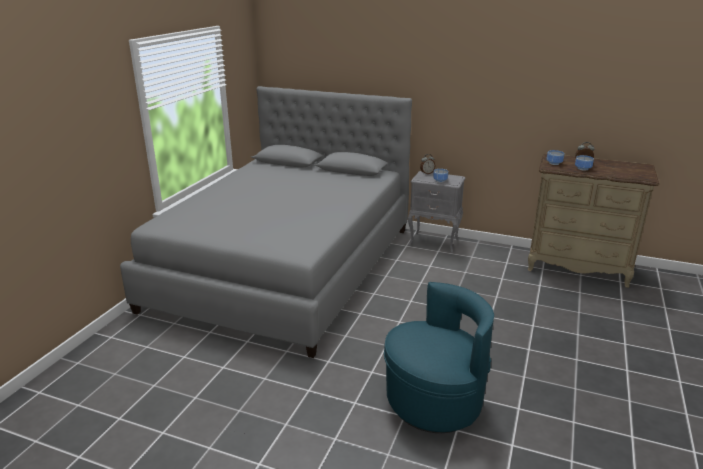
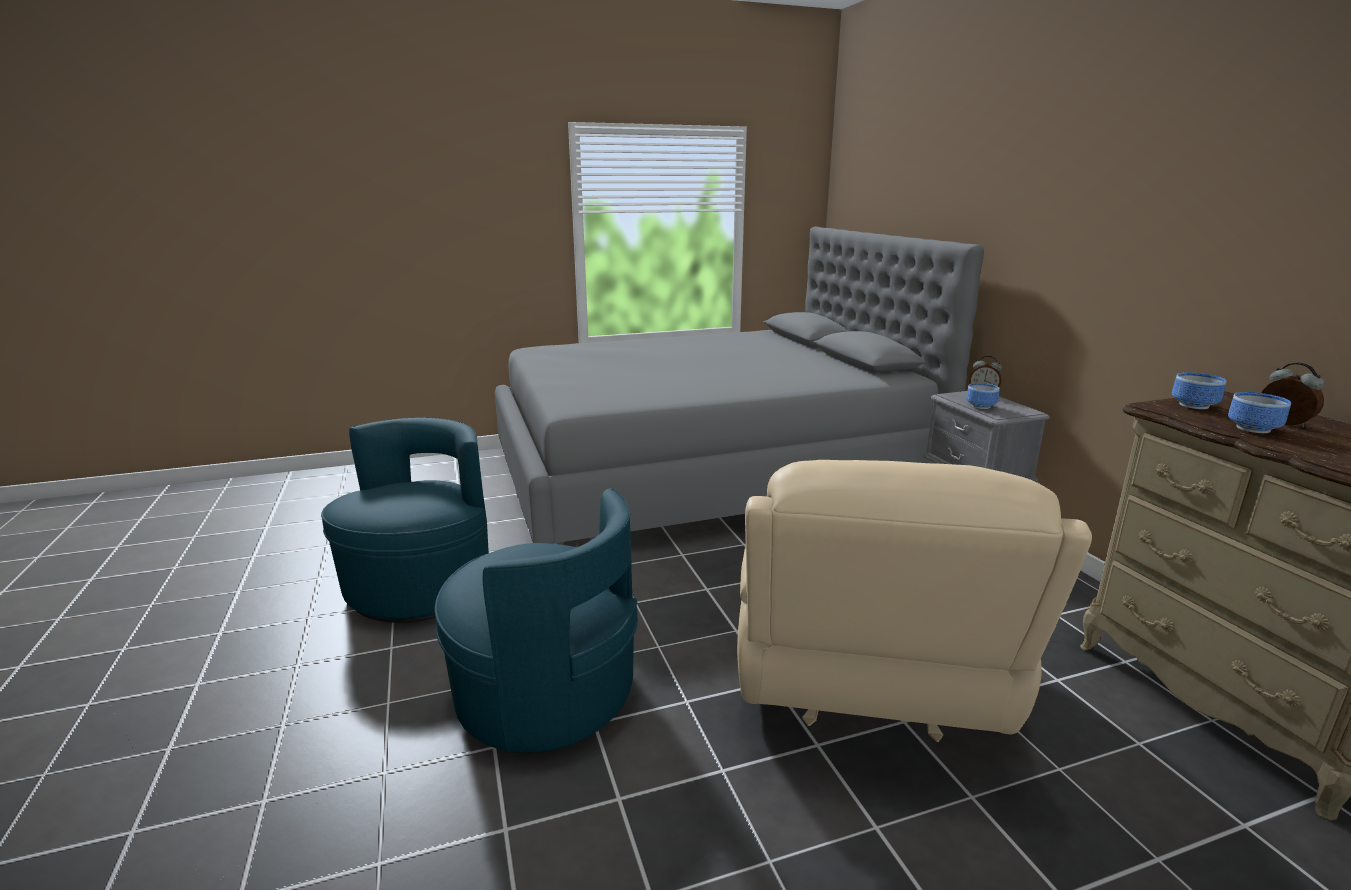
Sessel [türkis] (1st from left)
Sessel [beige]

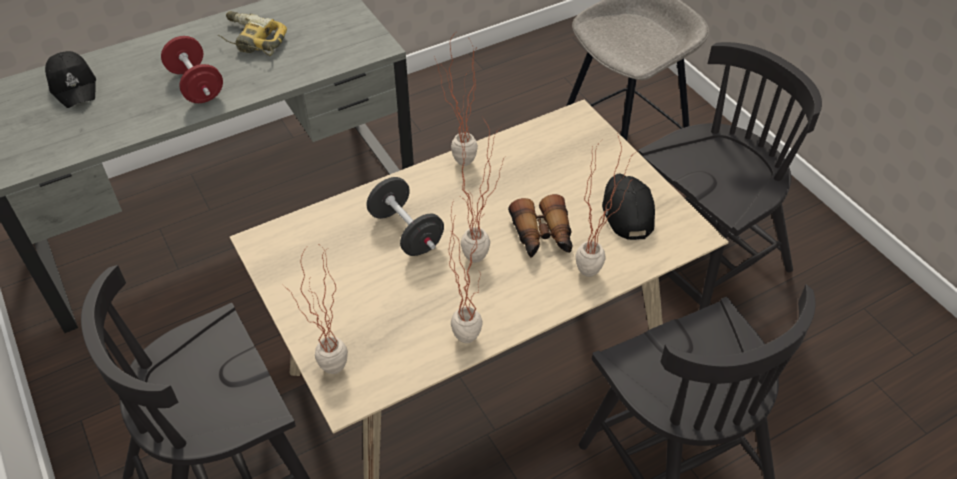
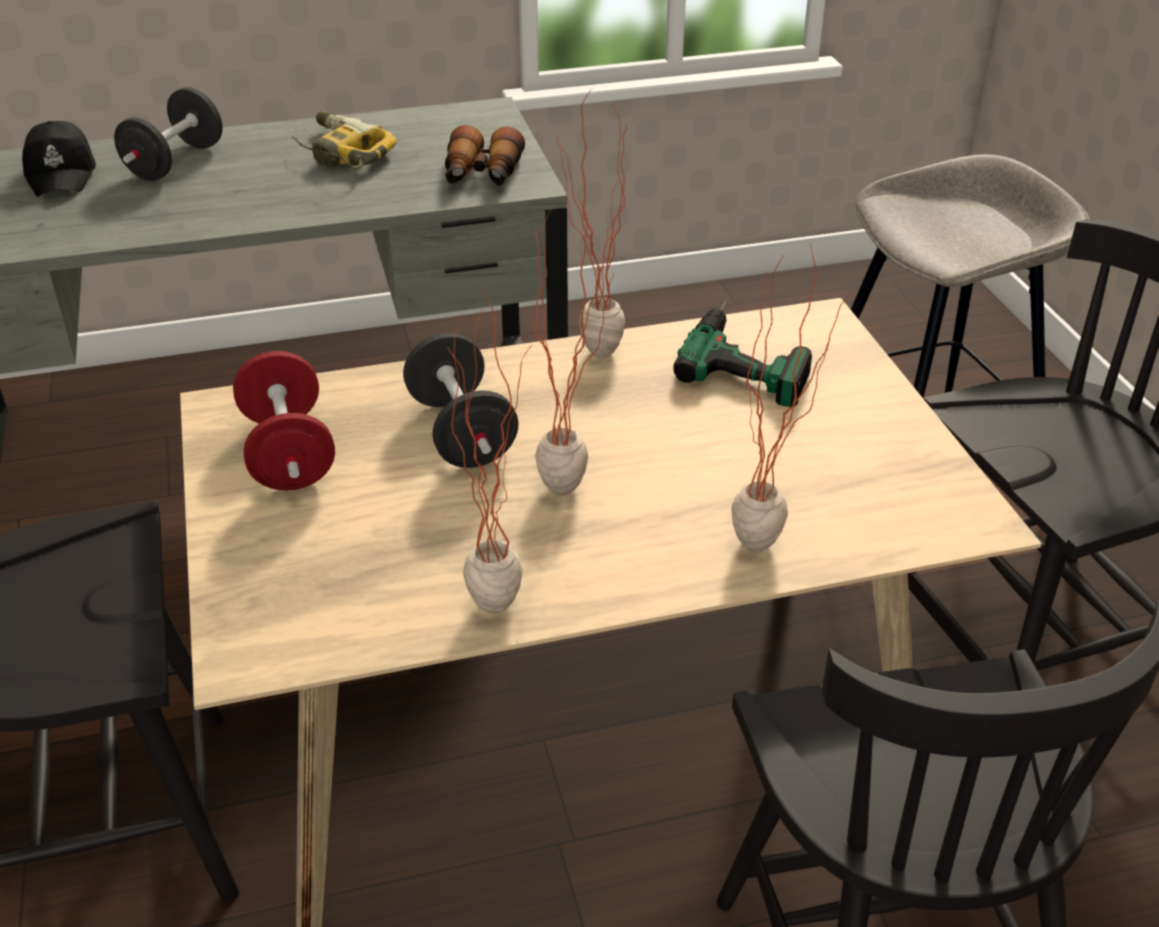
Hantel [schwarz] (1st from left)
Hantel [rot]
Fernglas
Bohrmaschine (2nd from left)
Topfpflanze (1st from left in the first image)
Kappe [schwarz] (2nd from left in the first image)

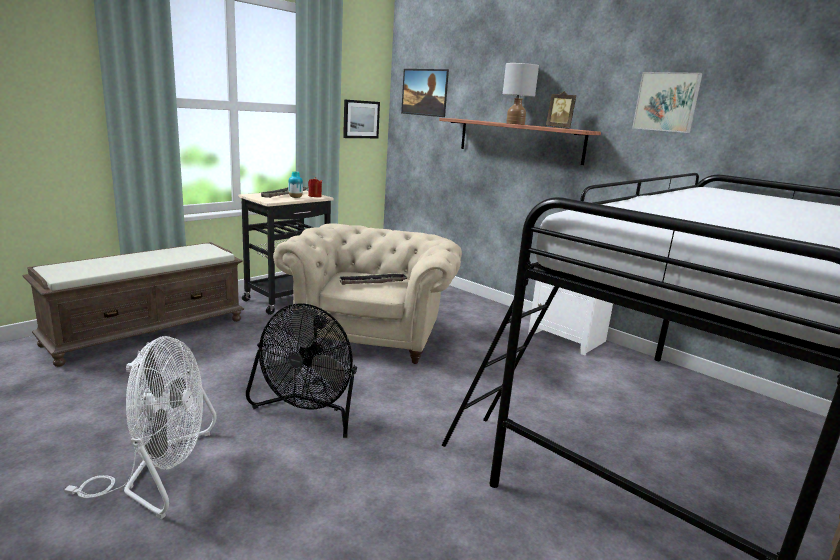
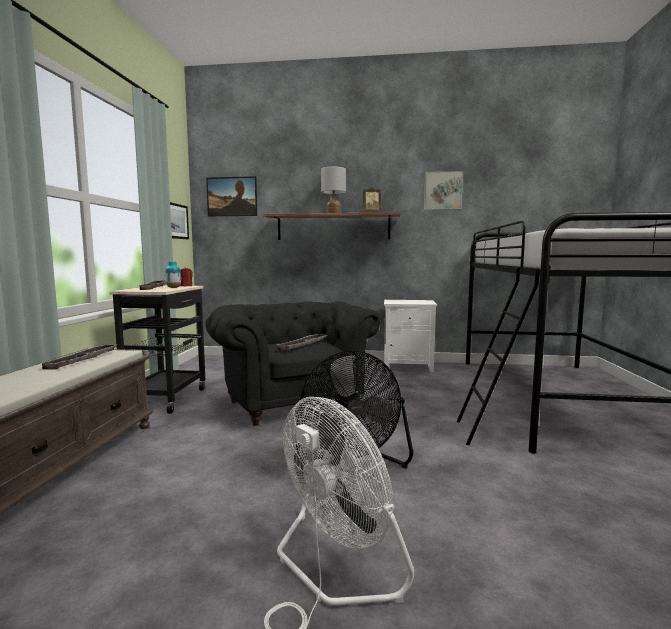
Tablett (1st from left)
Sessel [schwarz]

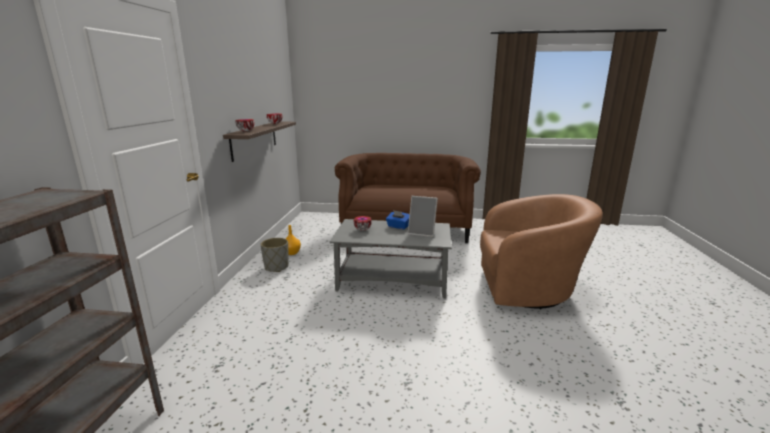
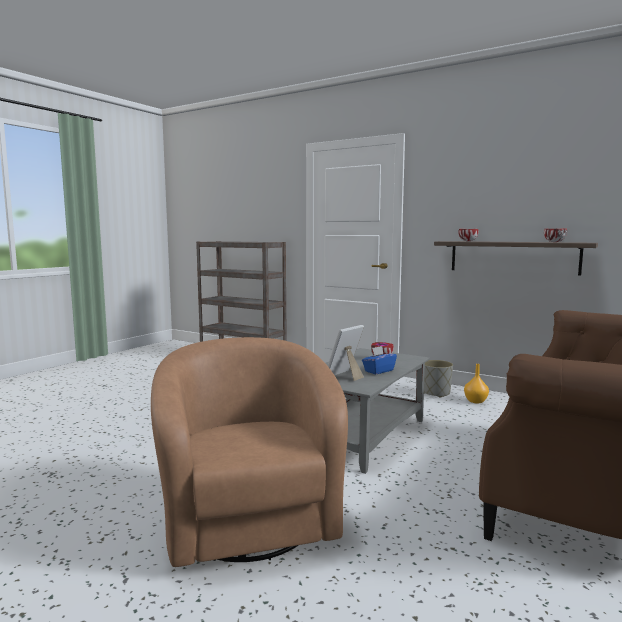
Sessel [braun]

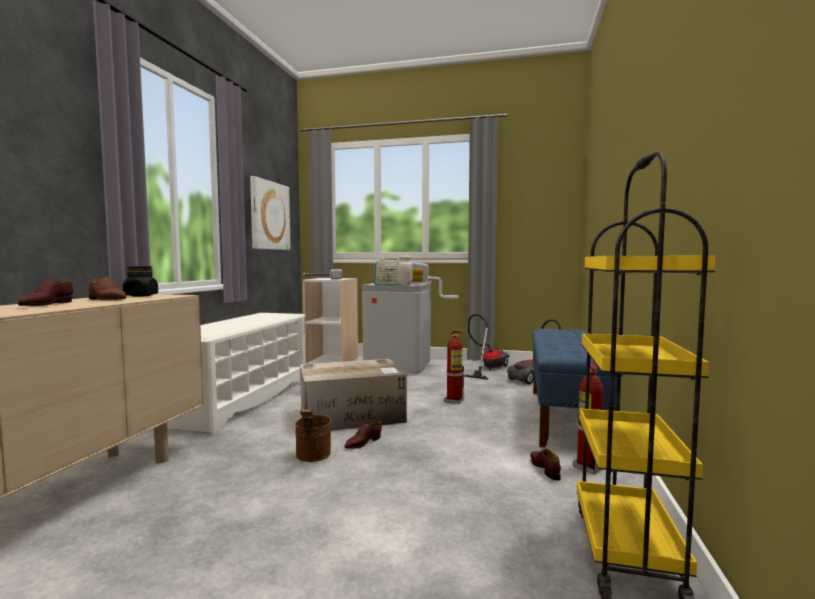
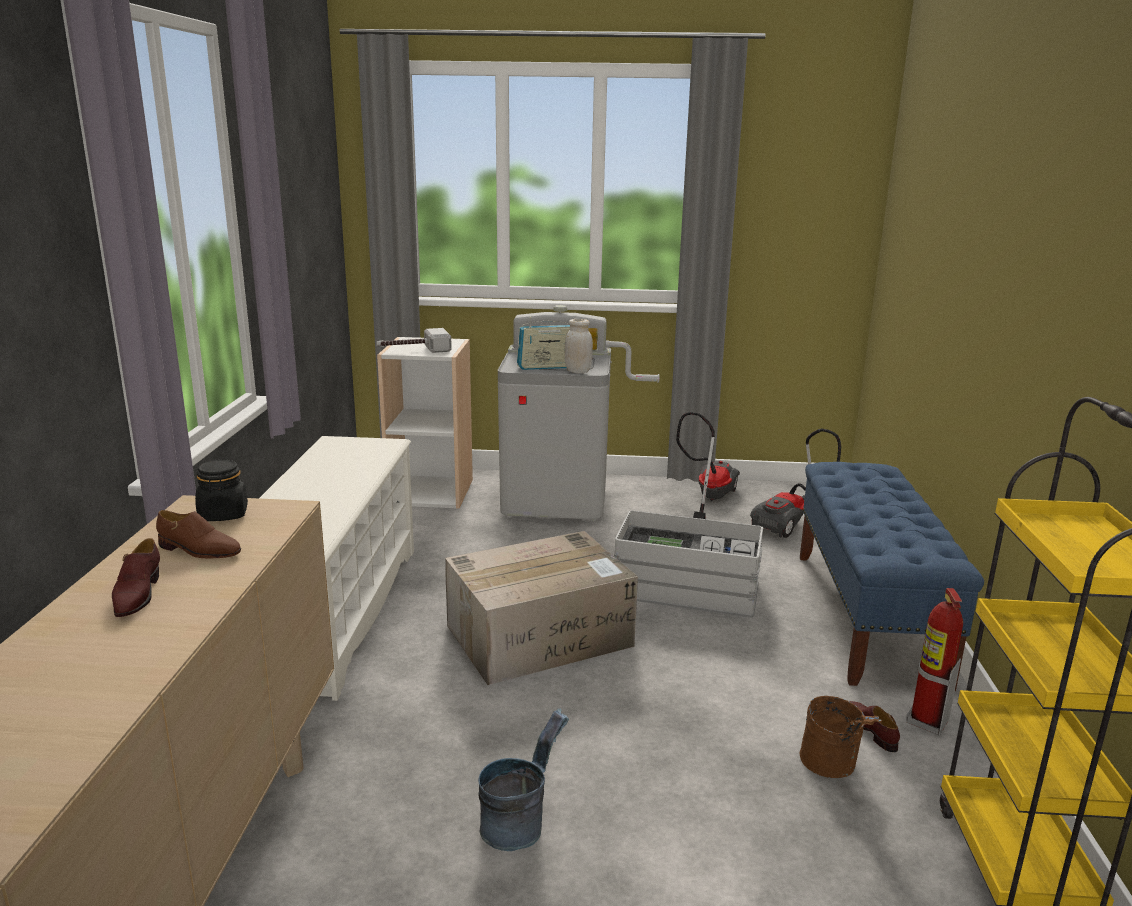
Eimer [grau]
Aufbewahrungsbox [grau]
Eimer [braun]
Bild
Schuh [braun] (3rd from left in the first image)

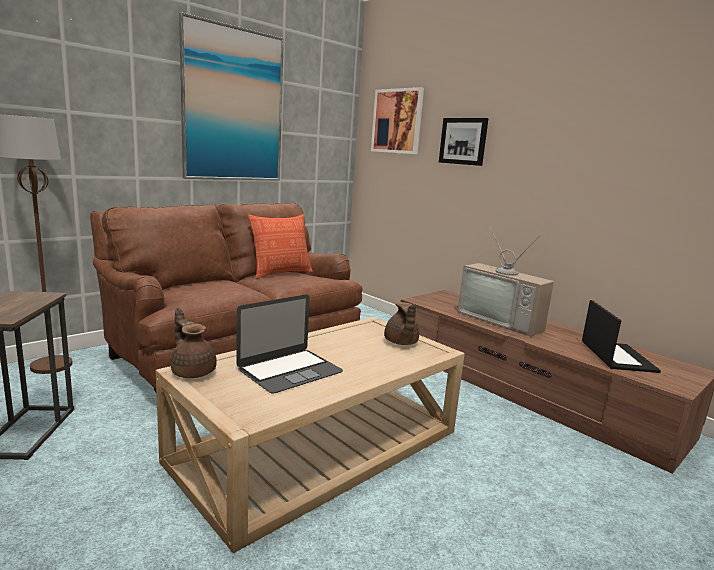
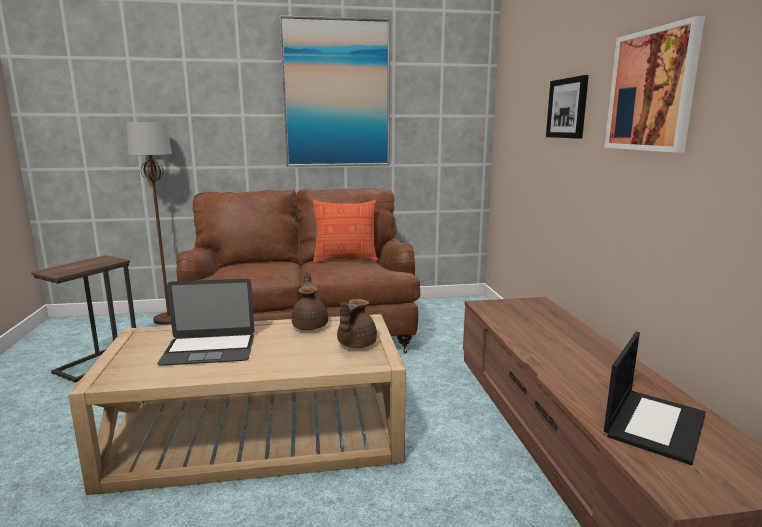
Teekanne [braun] (1st from left)
Bild (3rd from left)
Fernseher

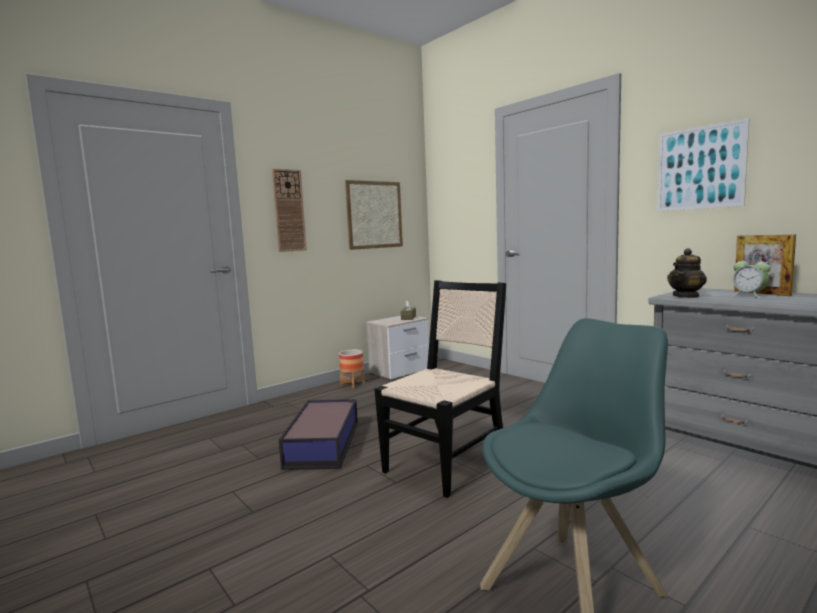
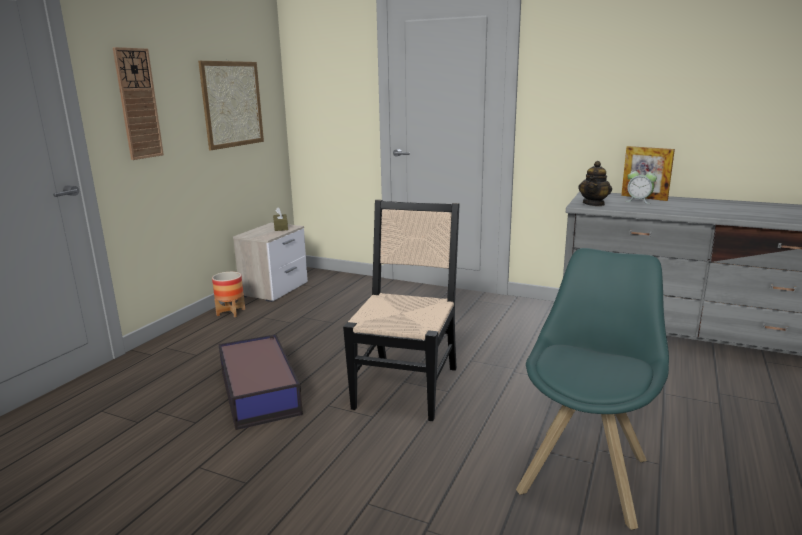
Bild (2nd from left in the first image)

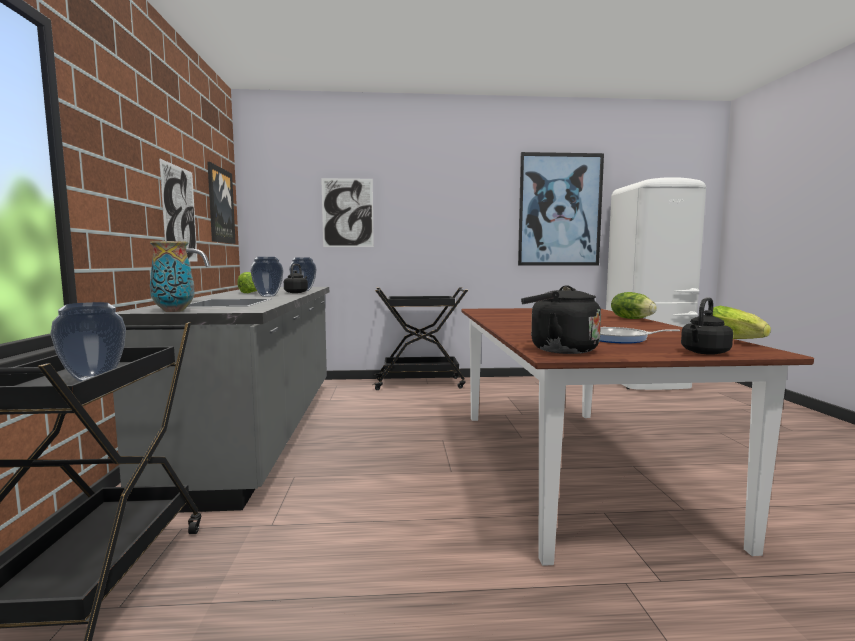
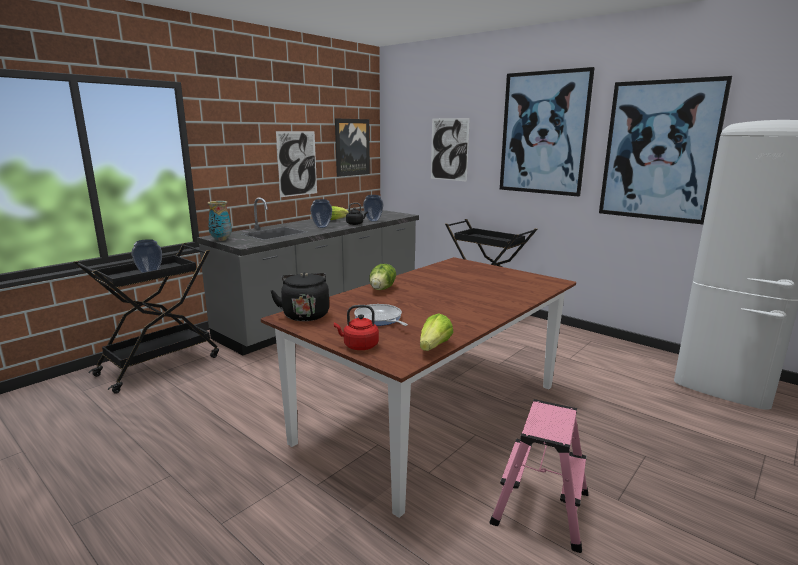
Wasserkessel [rot]
Salatkopf (2nd from left)
Trittleiter [rosa]
Bild (4th from left)

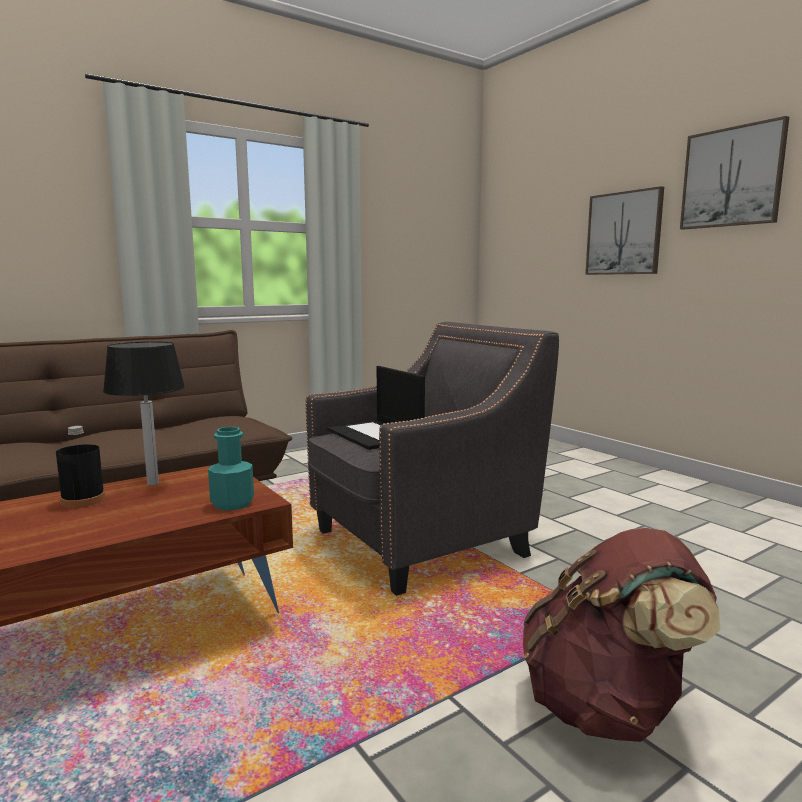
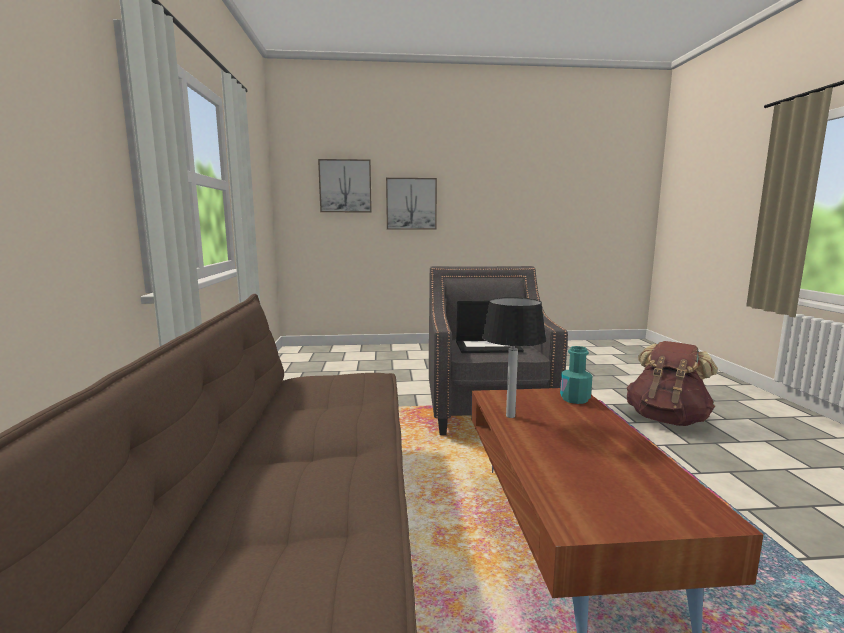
Bild (1st from left)
Flasche [schwarz]

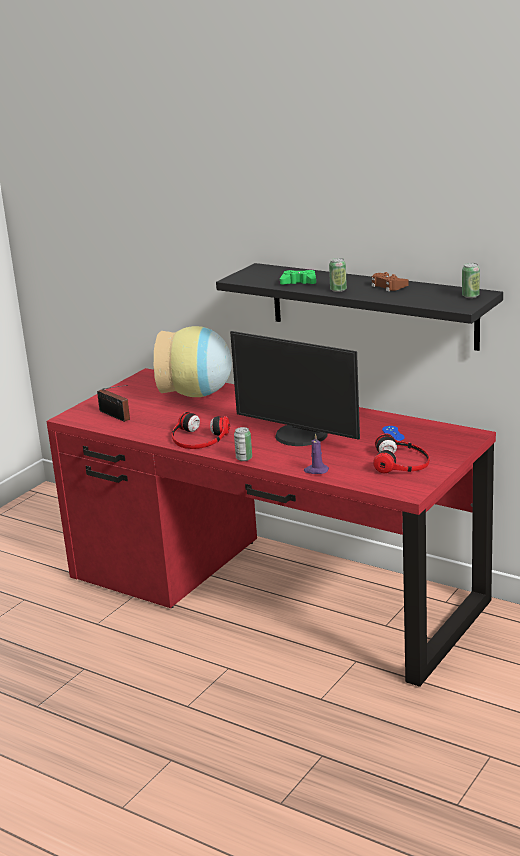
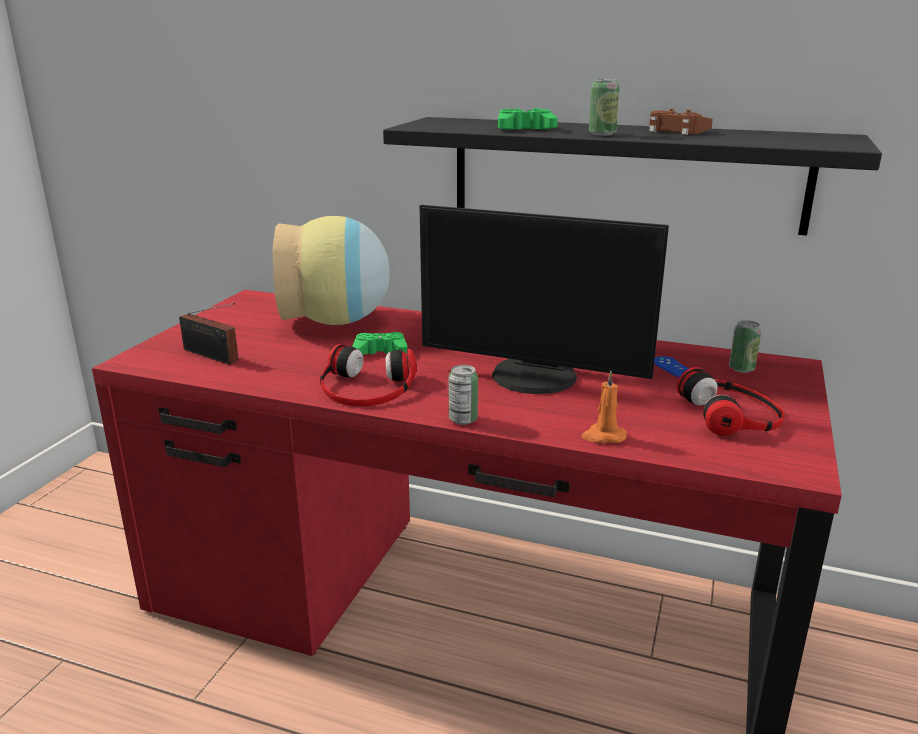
Gamepad [grün] (1st from left)
Kerze [orange]
Dose (3rd from left)

